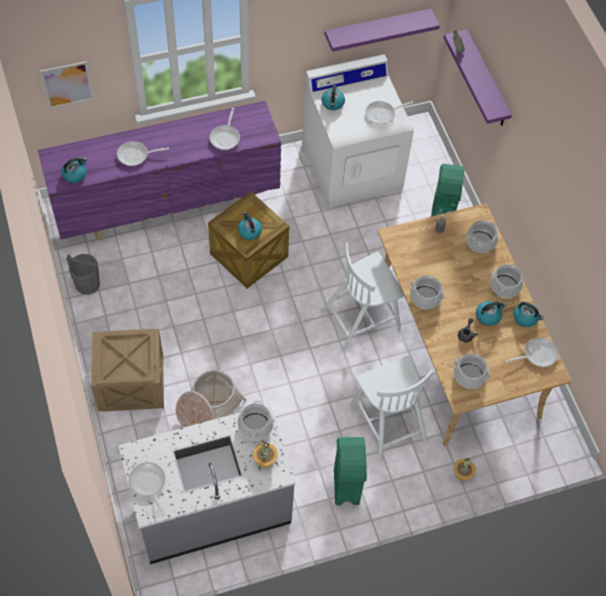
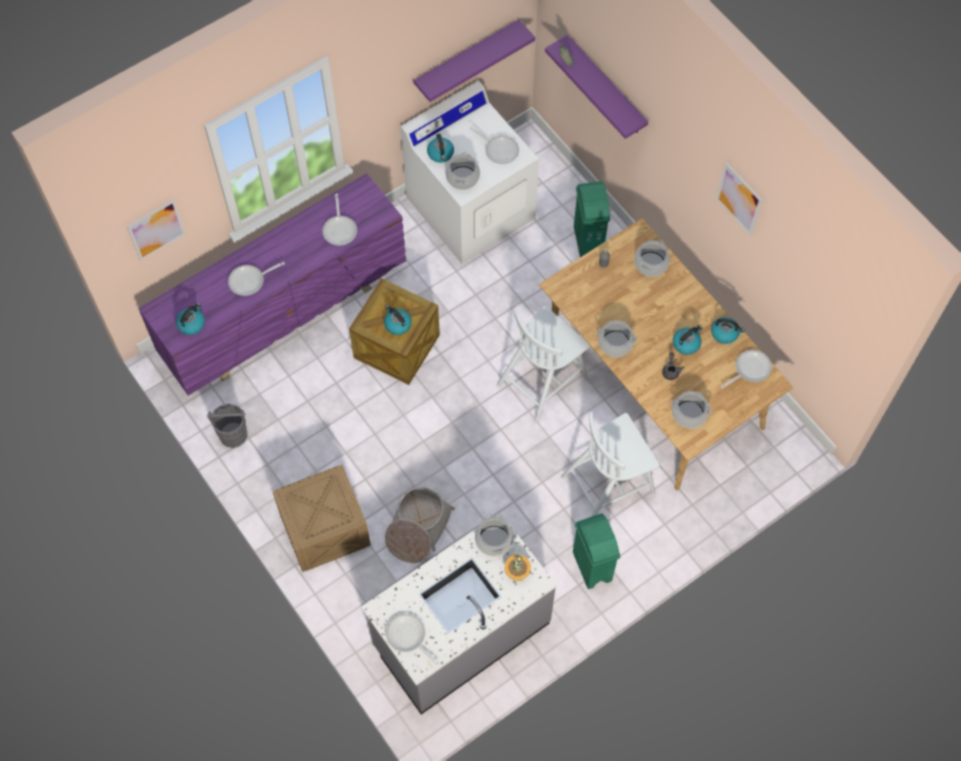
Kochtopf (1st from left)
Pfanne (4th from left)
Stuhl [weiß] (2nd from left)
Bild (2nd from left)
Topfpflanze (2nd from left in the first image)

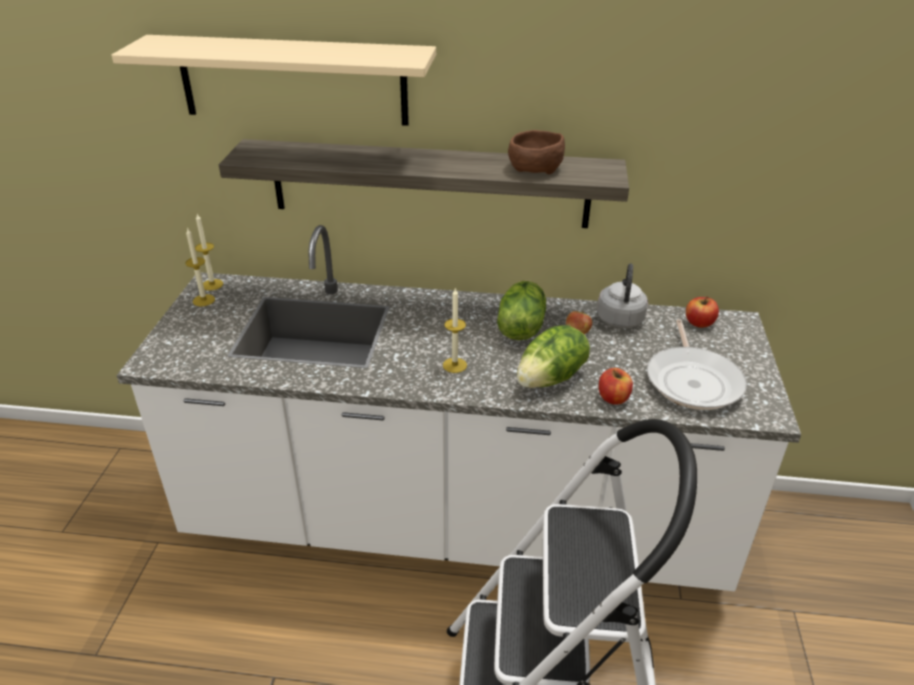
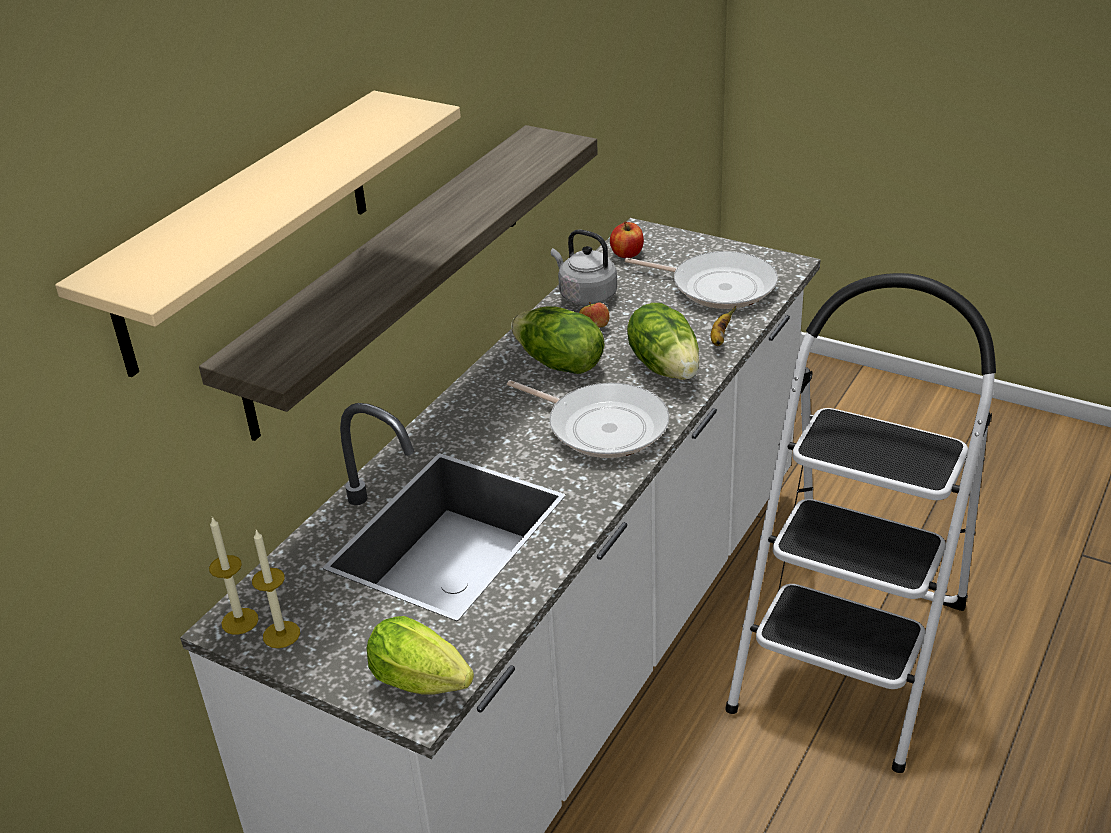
Salatkopf (1st from left)
Pfanne (1st from left)
Banane
Schüssel [braun]

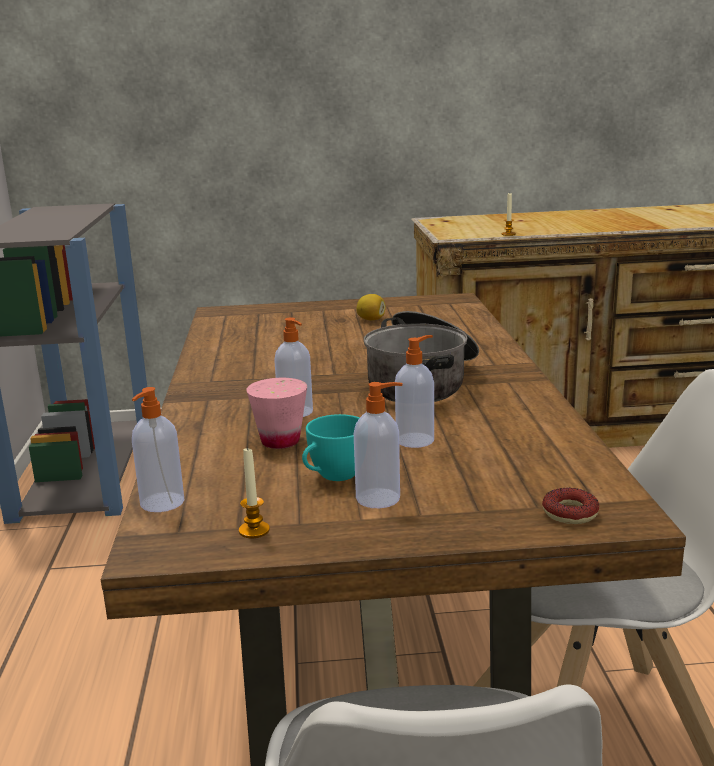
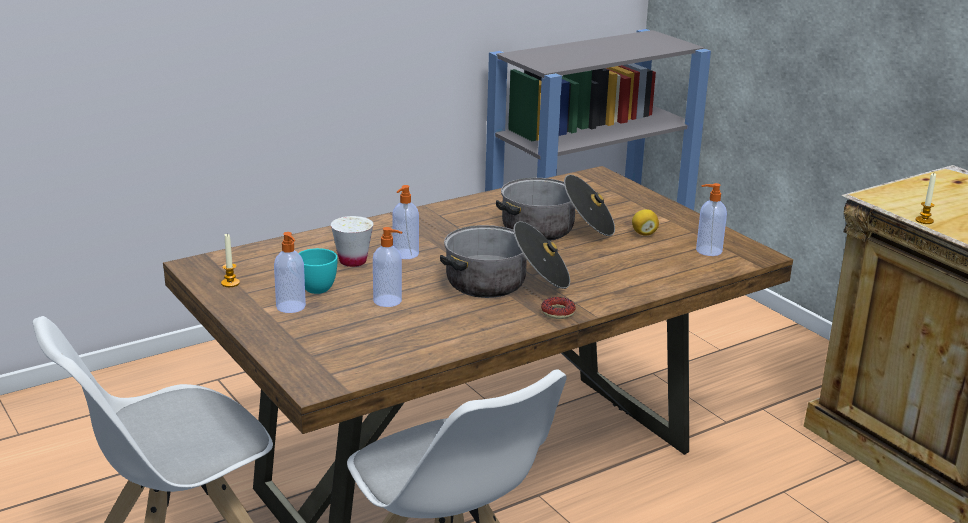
Tasse [weiß]
Kochtopf (2nd from left)
Donut
Seifenspender (4th from left)

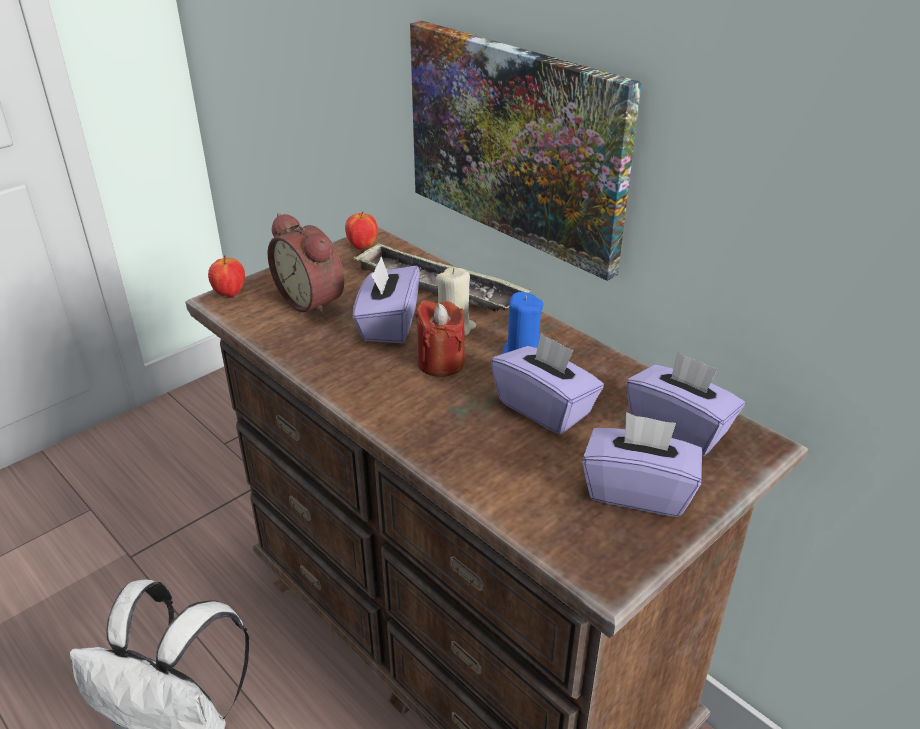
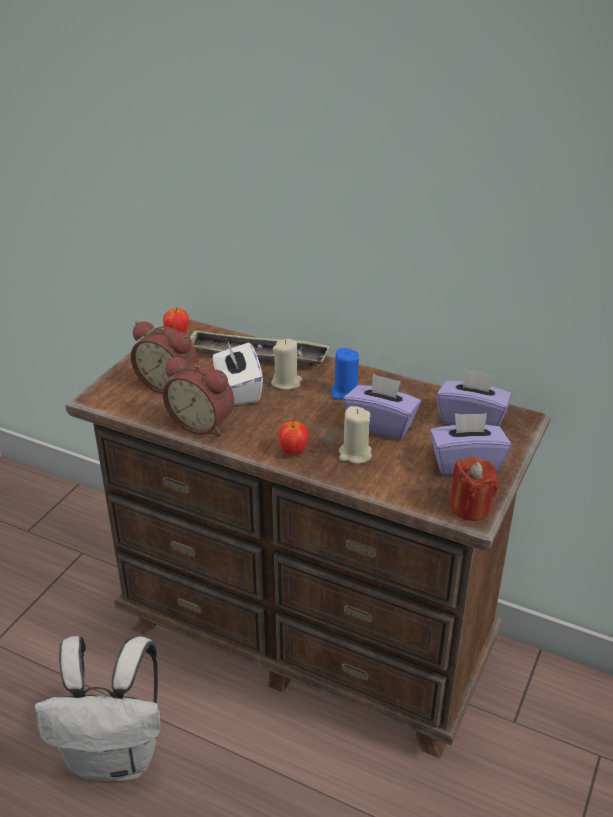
Wecker (2nd from left)
Taschentuchbox [weiß]
Apfel (2nd from left)
Kerze [beige] (2nd from left)
Kerze [rot]
Bild

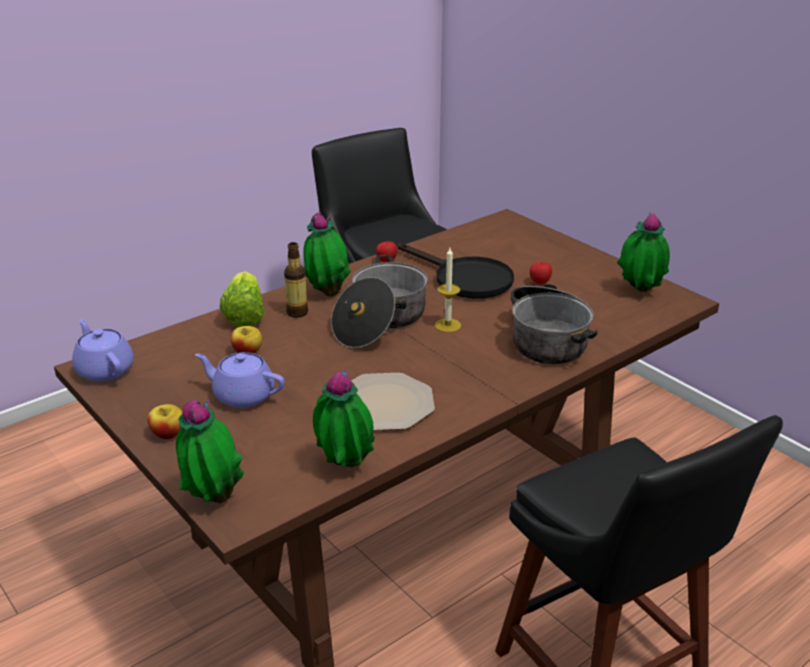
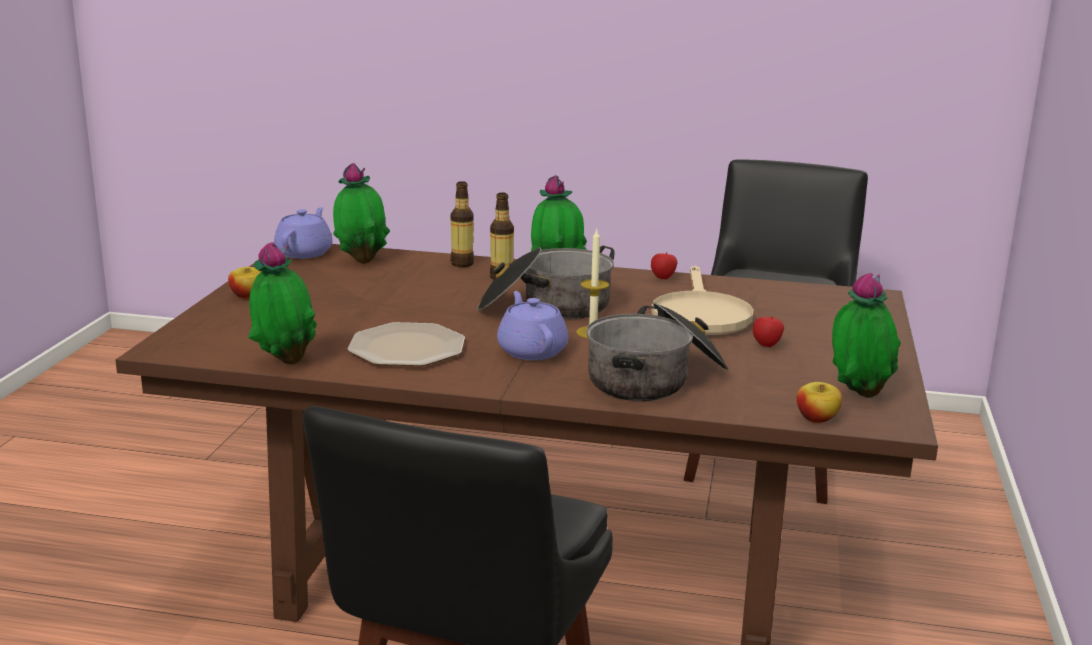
Topfpflanze (2nd from left)
Flasche (1st from left)
Teekanne [lila] (2nd from left)
Pfanne [beige]
Apfel (4th from left)

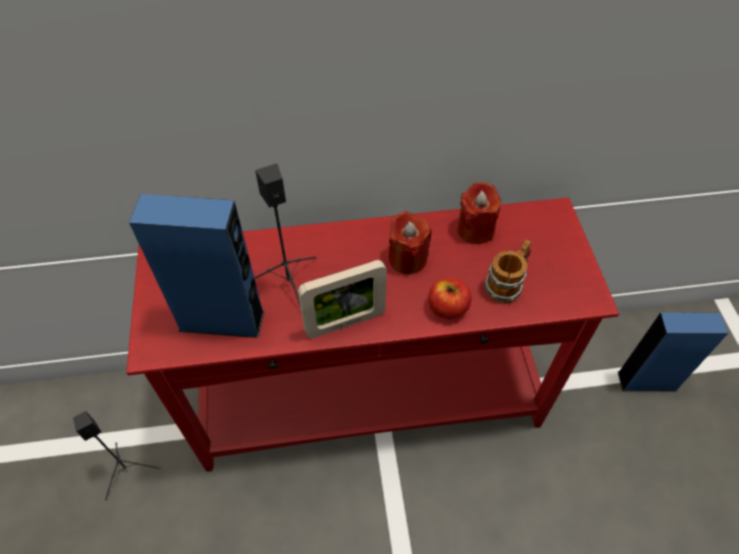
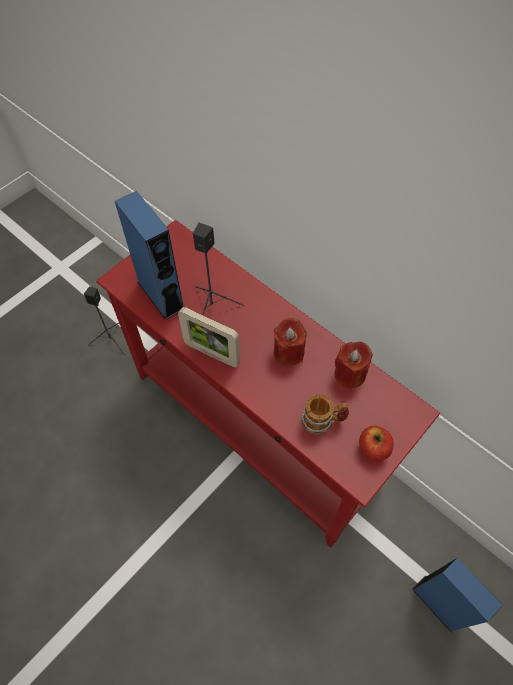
Apfel

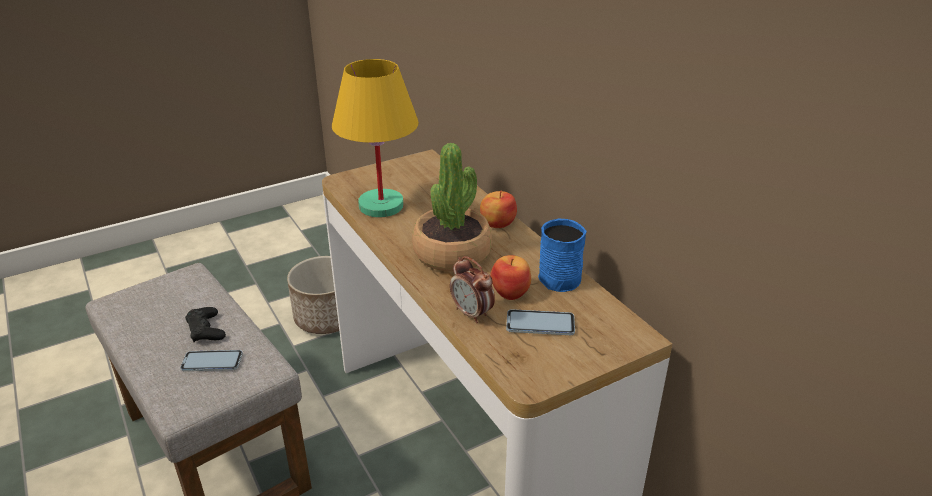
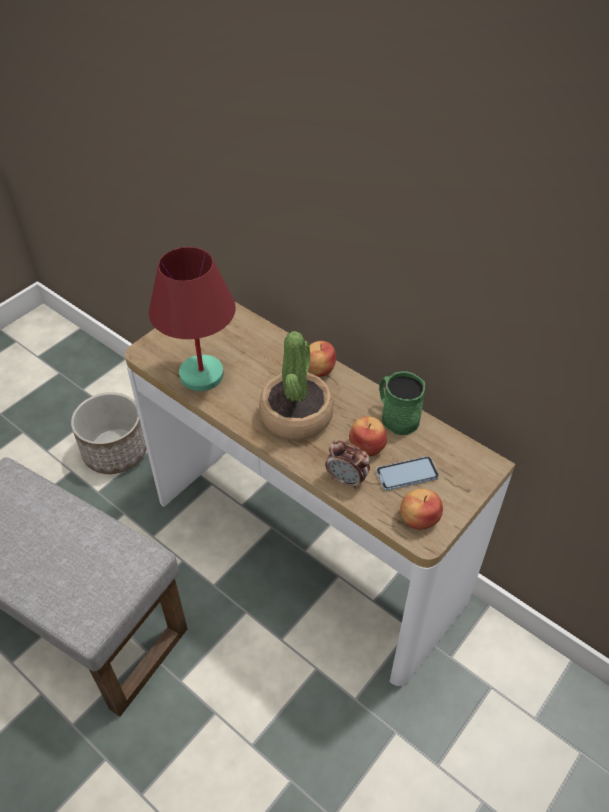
Tischlampe [rot]
Henkelbecher [grün]
Apfel (3rd from left)
Handy (1st from left in the first image)
Gamepad [schwarz]

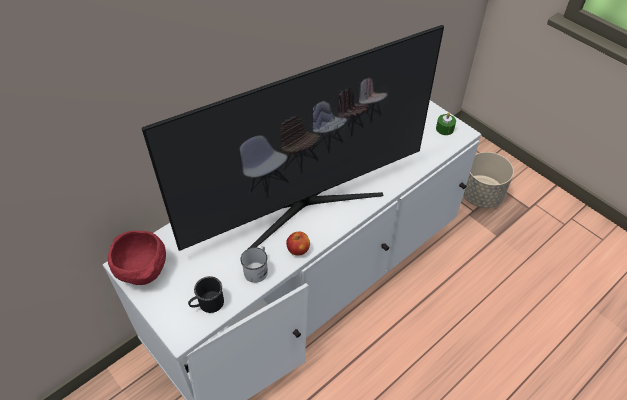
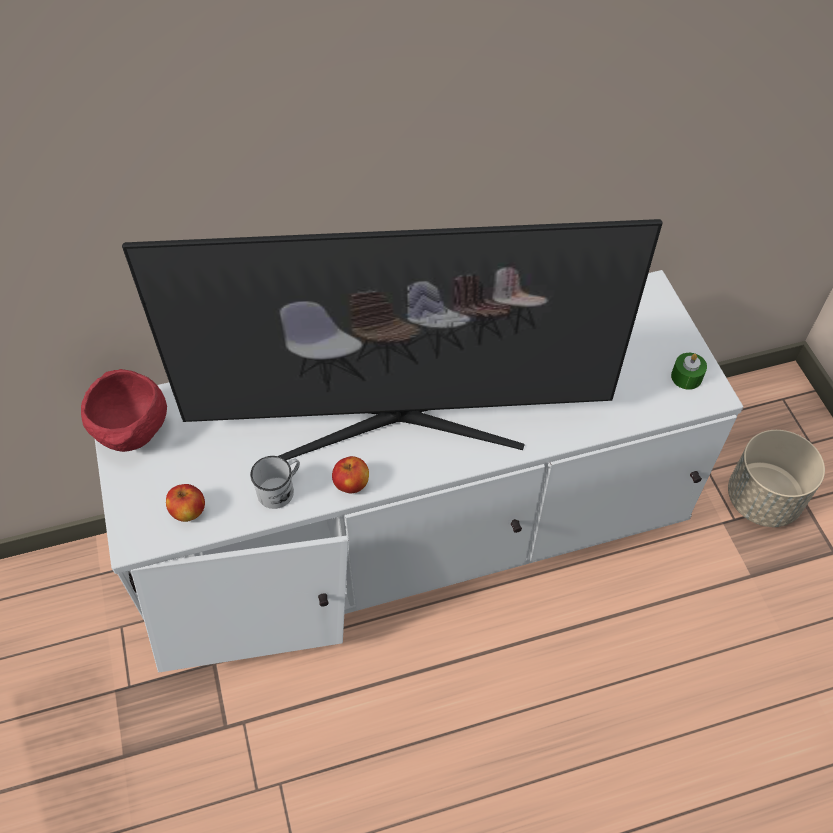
Apfel (1st from left)

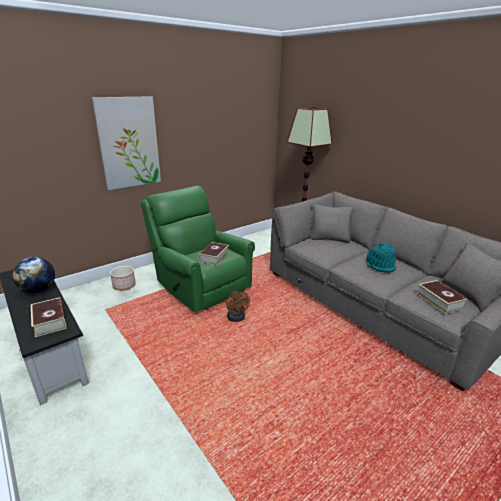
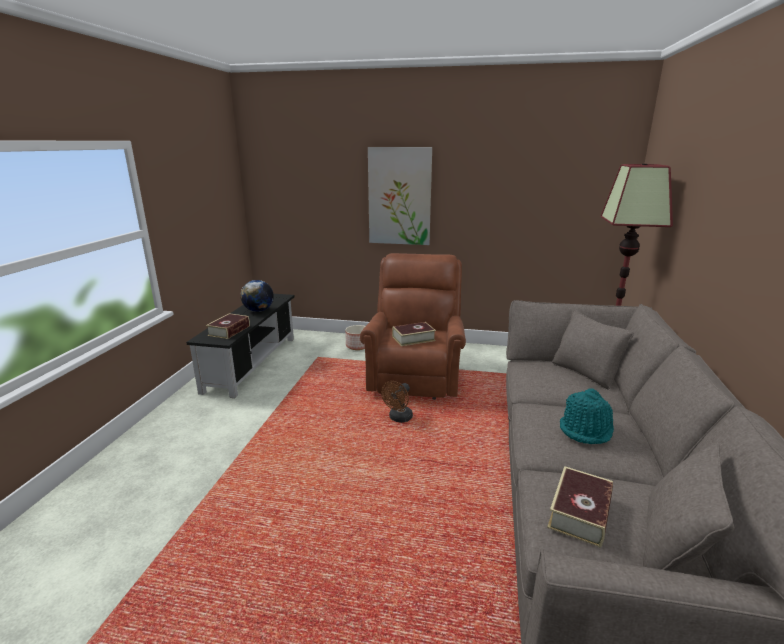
Sessel [braun]

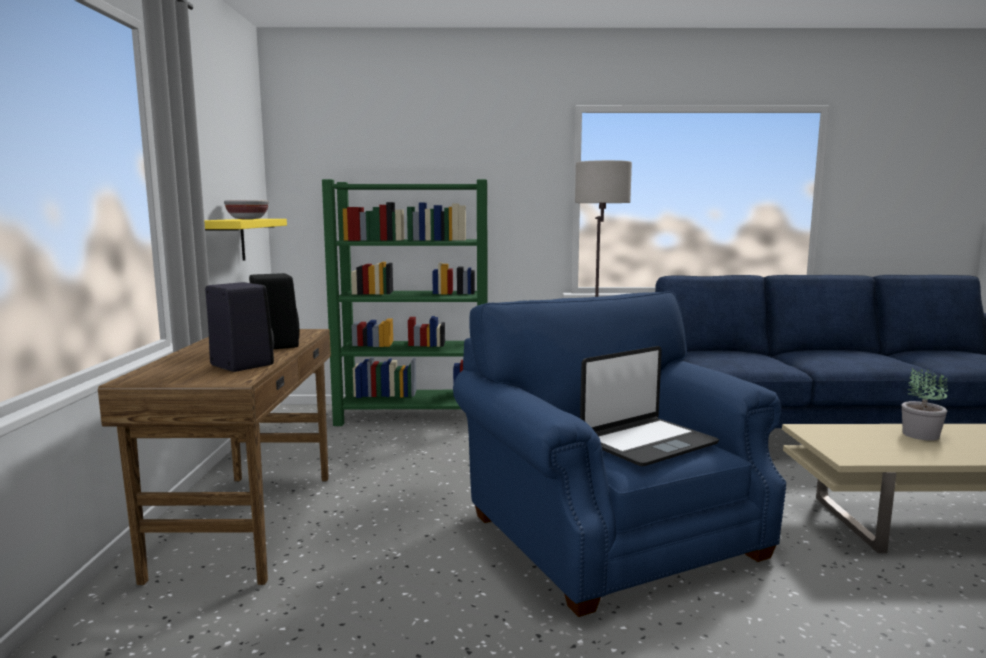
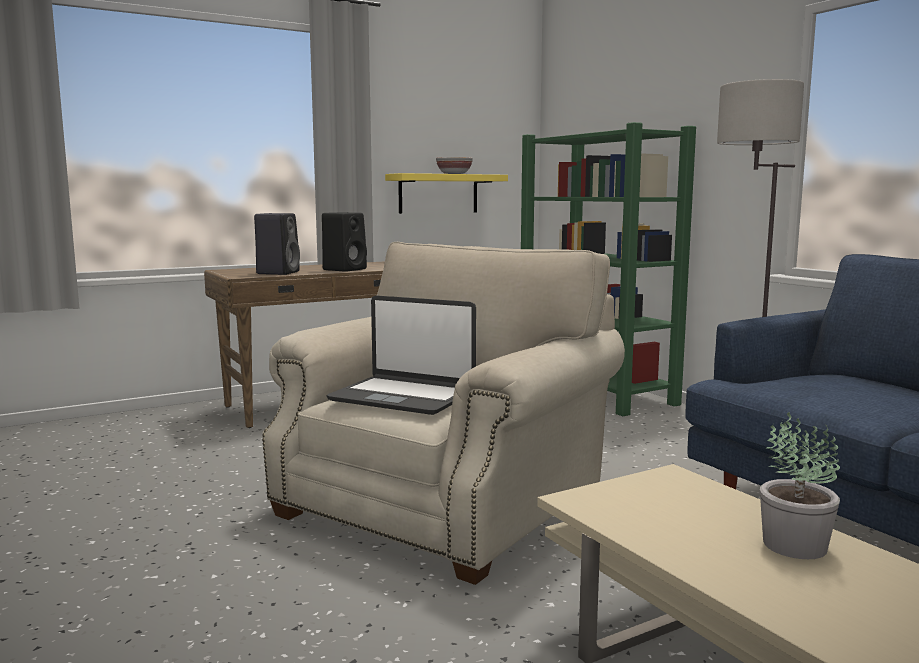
Sessel [beige]

